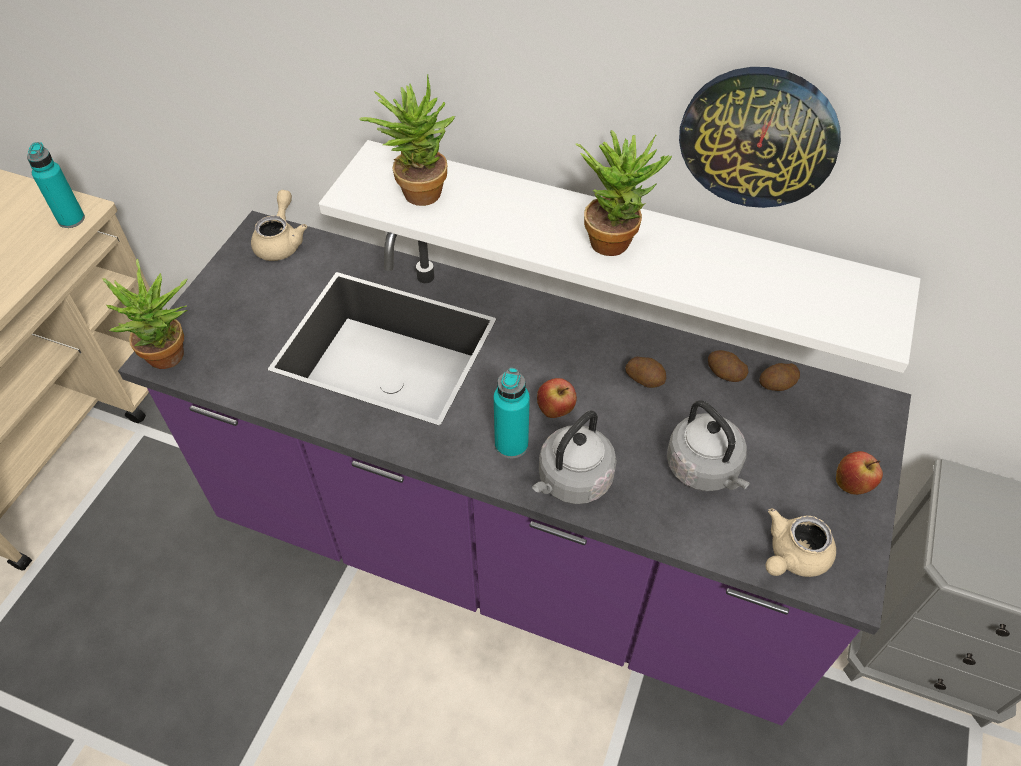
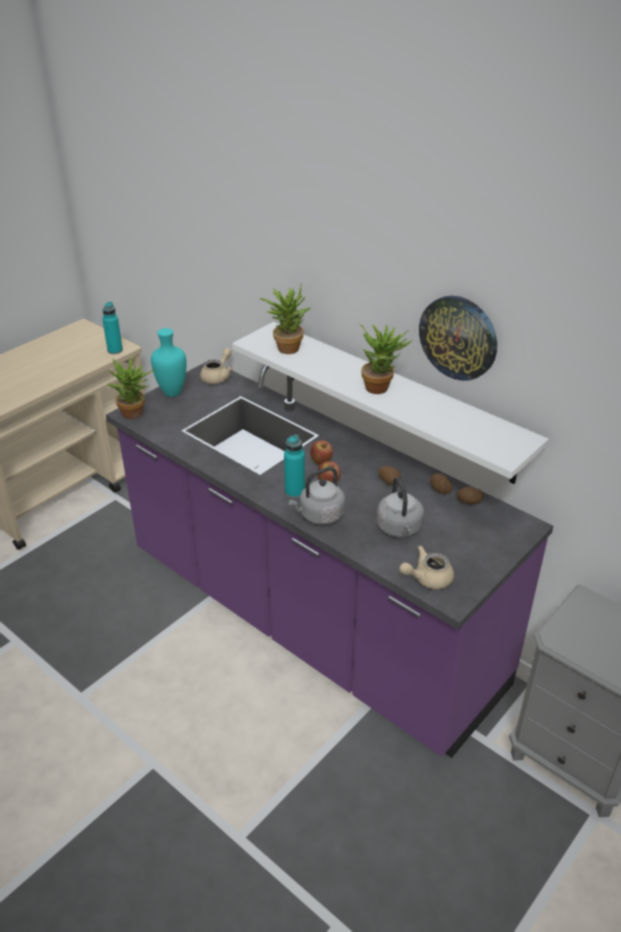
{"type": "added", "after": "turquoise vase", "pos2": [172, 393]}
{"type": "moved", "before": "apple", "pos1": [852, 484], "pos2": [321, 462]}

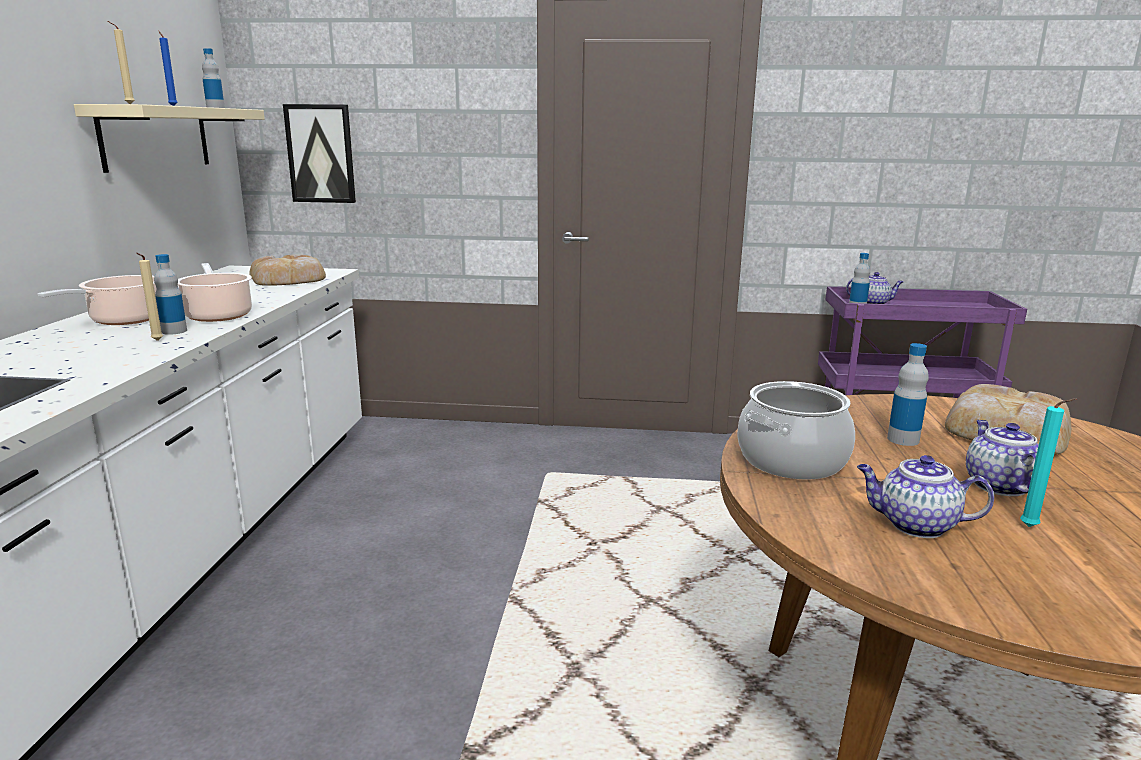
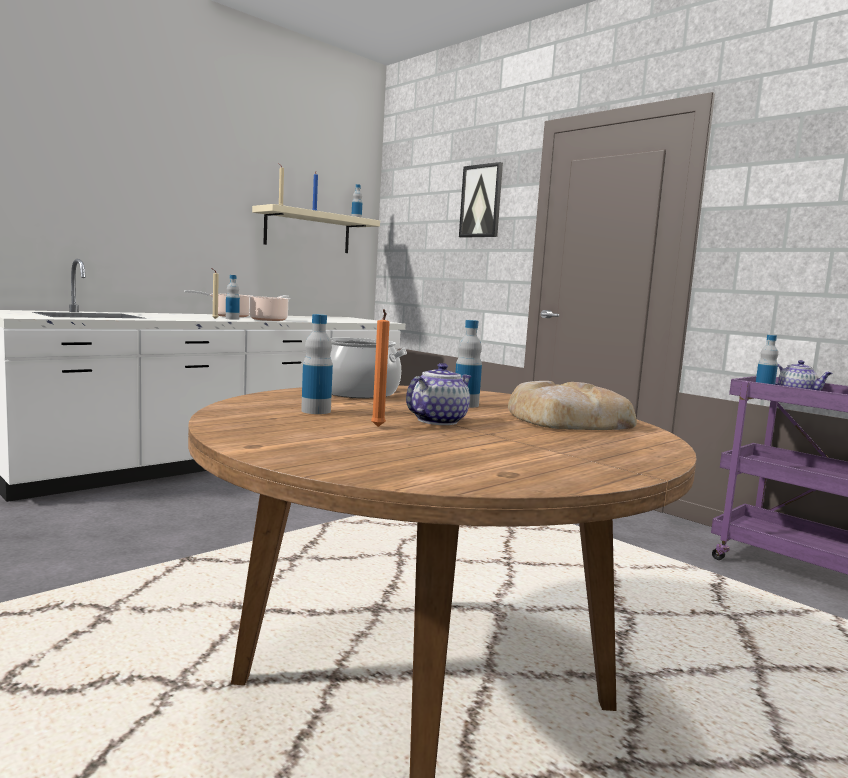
{"type": "removed", "before": "bread", "pos1": [289, 279]}
{"type": "moved", "before": "picture", "pos1": [321, 154], "pos2": [481, 201]}
{"type": "replaced", "before": "teapot", "after": "bottle", "pos1": [914, 525], "pos2": [316, 411]}
{"type": "recoloured", "before": "turquoise candle", "after": "orange candle", "pos1": [1031, 528], "pos2": [377, 427]}

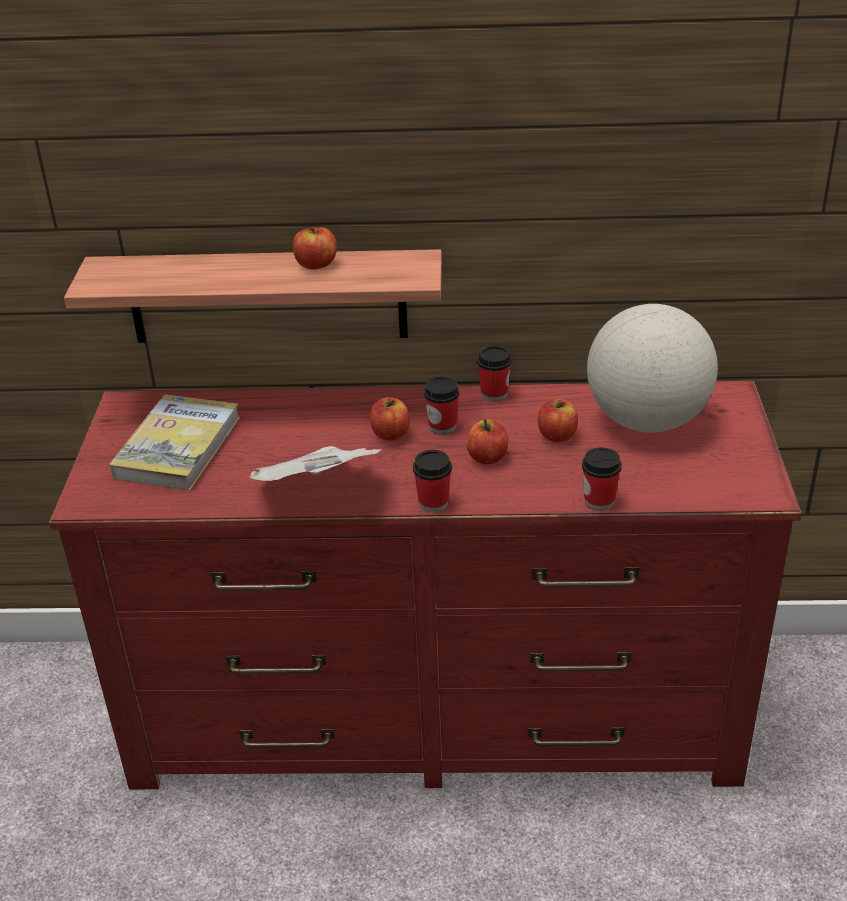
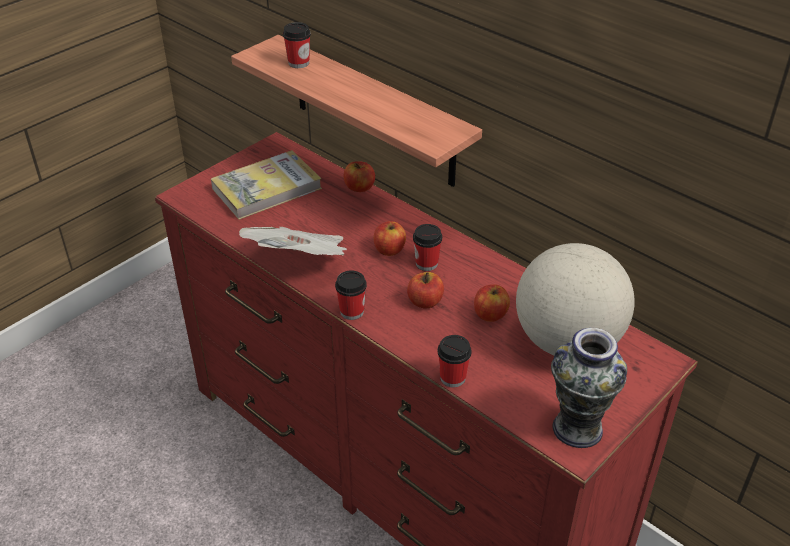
{"type": "added", "after": "vase", "pos2": [577, 429]}
{"type": "moved", "before": "apple", "pos1": [316, 264], "pos2": [359, 187]}
{"type": "moved", "before": "cup", "pos1": [494, 394], "pos2": [298, 63]}

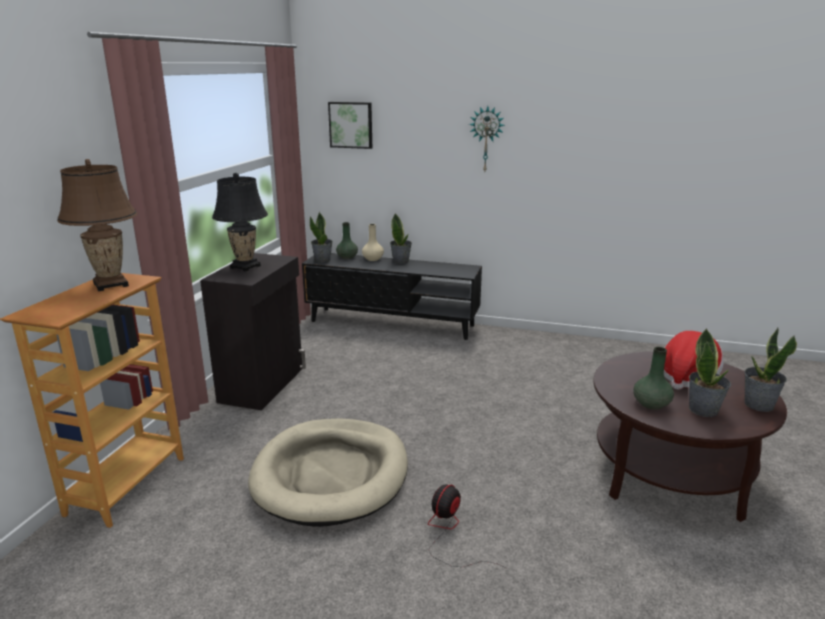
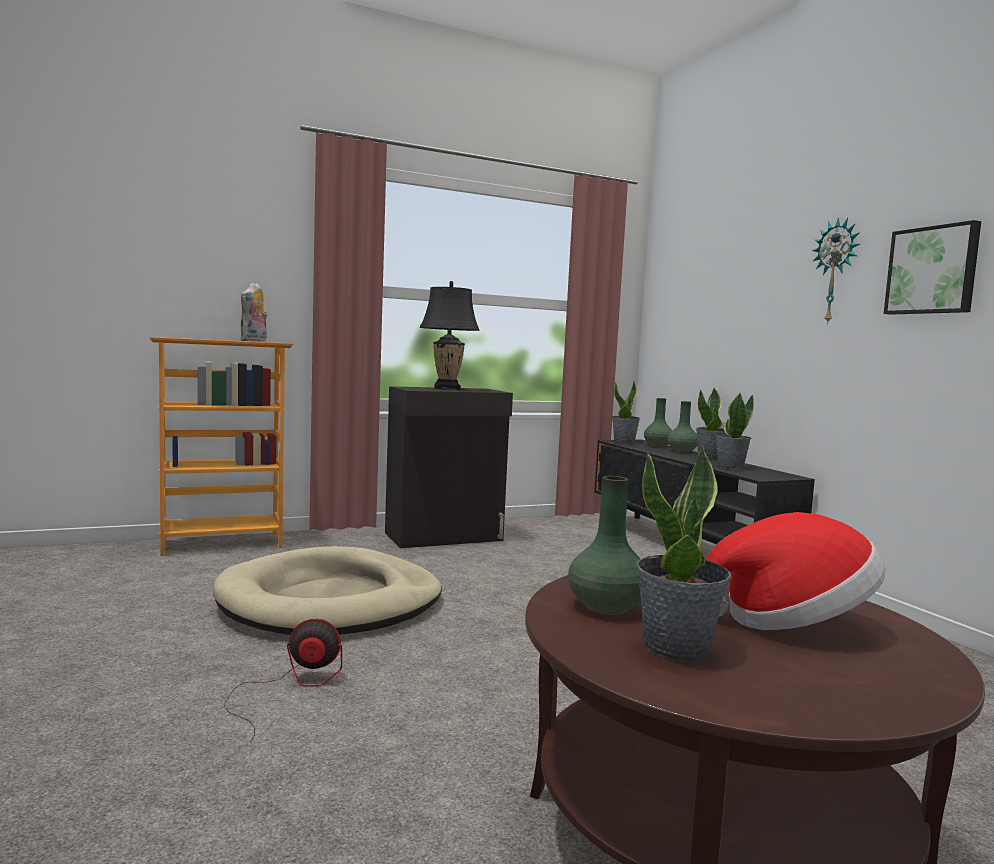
{"type": "moved", "before": "picture", "pos1": [351, 125], "pos2": [933, 270]}
{"type": "moved", "before": "potted plant", "pos1": [758, 405], "pos2": [730, 467]}
{"type": "replaced", "before": "brown table lamp", "after": "plush toy", "pos1": [111, 284], "pos2": [254, 341]}
{"type": "recoloured", "before": "beige vase", "after": "green vase", "pos1": [373, 259], "pos2": [682, 451]}

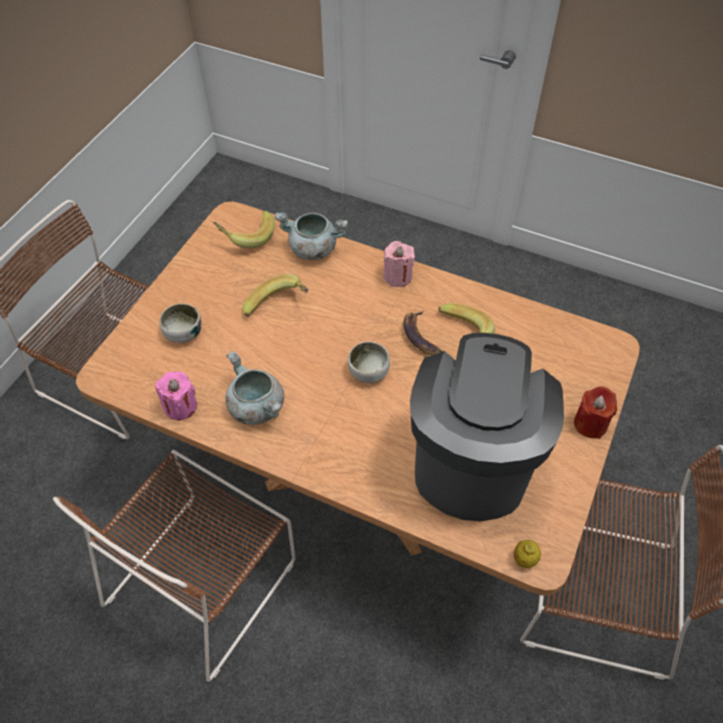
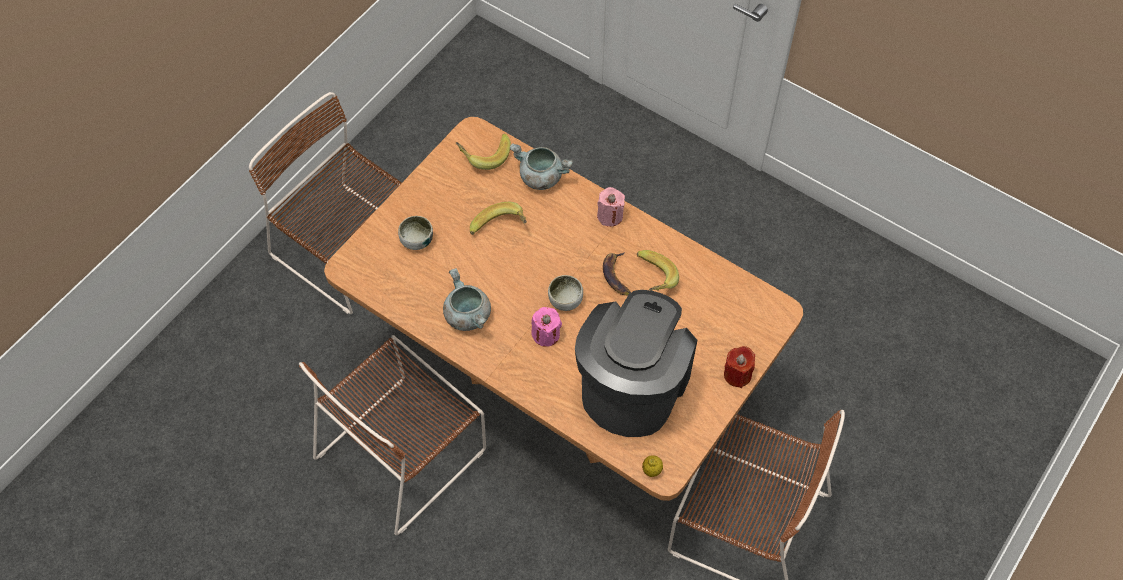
{"type": "moved", "before": "pink candle", "pos1": [180, 406], "pos2": [546, 334]}

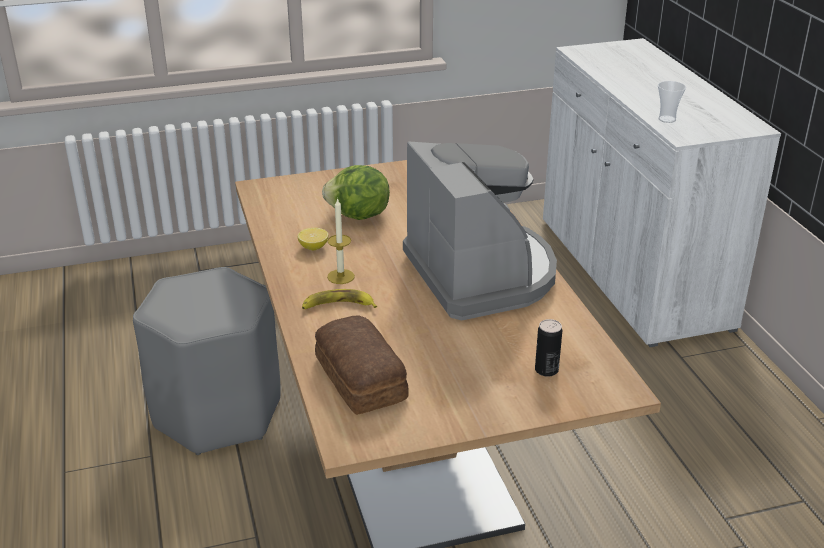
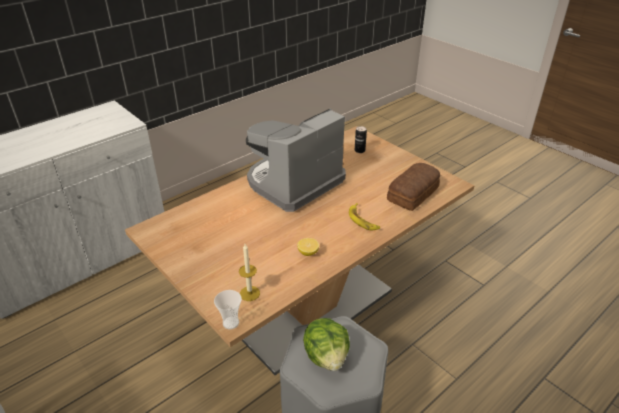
{"type": "moved", "before": "lettuce", "pos1": [358, 216], "pos2": [327, 356]}
{"type": "moved", "before": "candle", "pos1": [340, 276], "pos2": [249, 293]}
{"type": "moved", "before": "cup", "pos1": [667, 119], "pos2": [231, 323]}

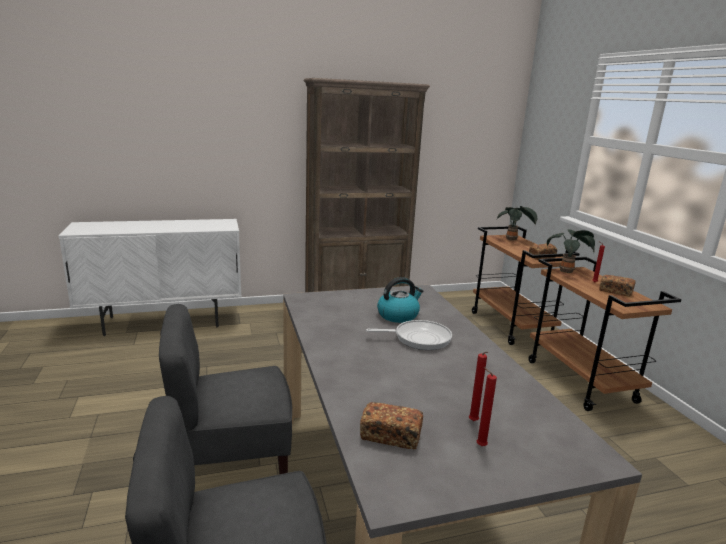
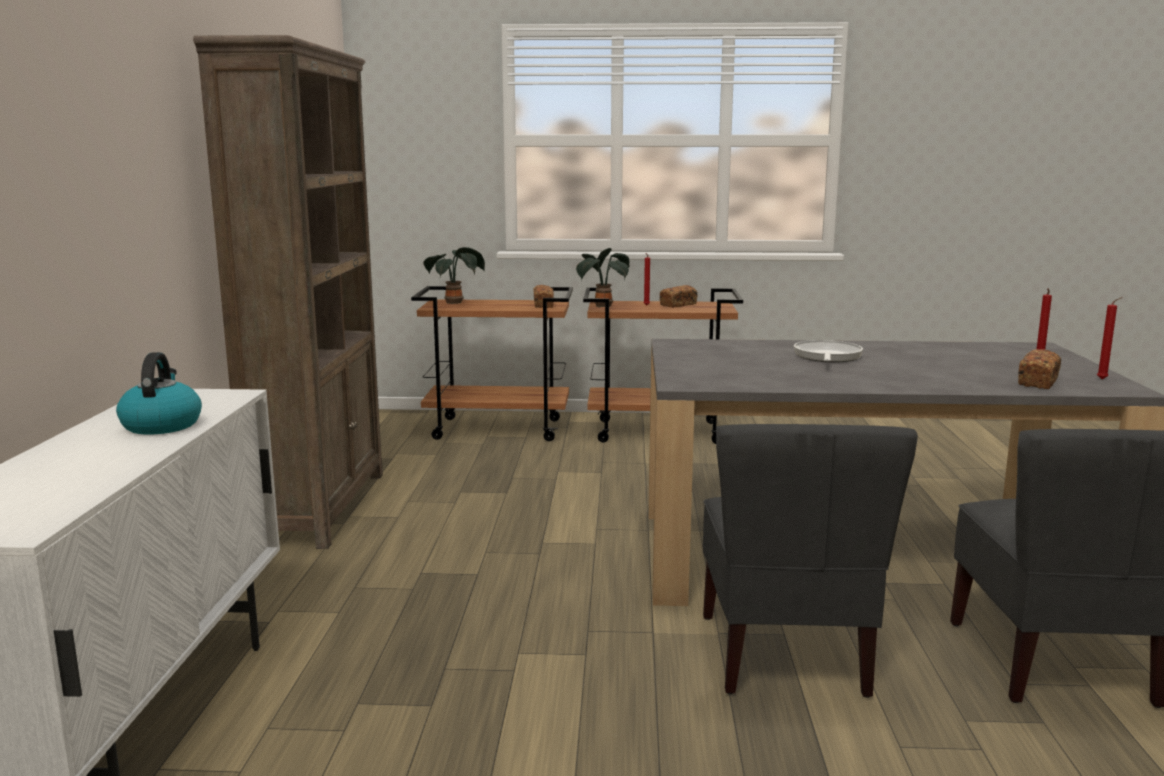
{"type": "moved", "before": "kettle", "pos1": [398, 315], "pos2": [161, 425]}
{"type": "moved", "before": "red candle", "pos1": [474, 422], "pos2": [1103, 379]}

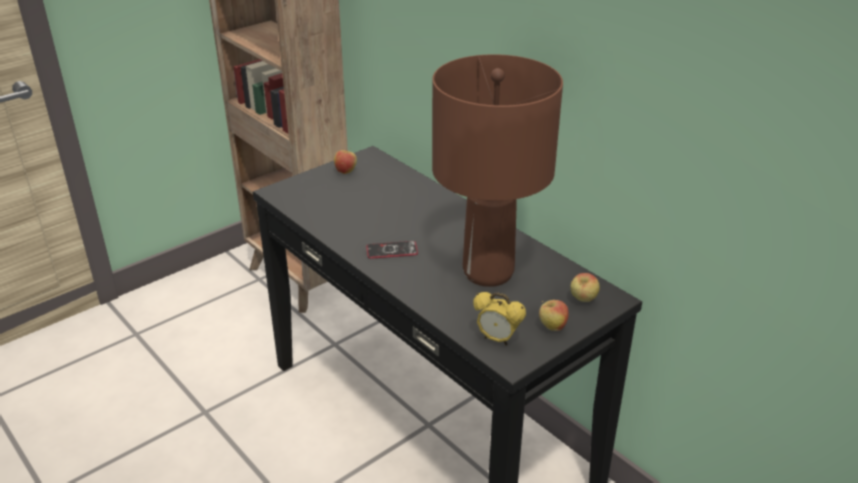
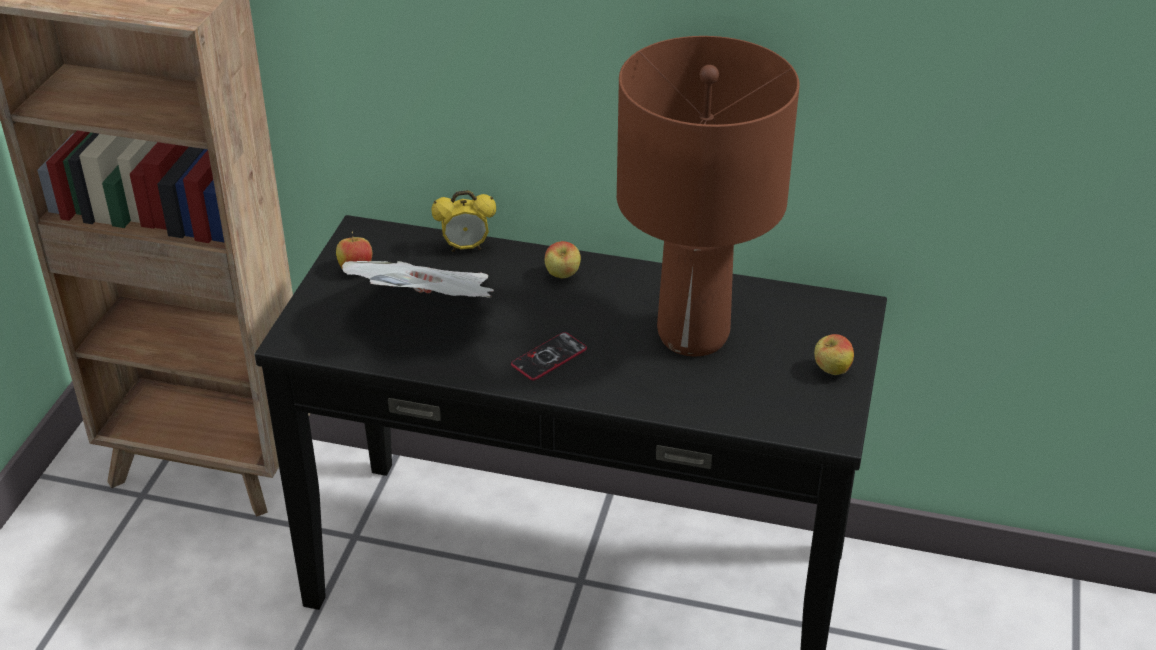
{"type": "added", "after": "newspaper", "pos2": [428, 310]}
{"type": "moved", "before": "alarm clock", "pos1": [497, 339], "pos2": [466, 248]}
{"type": "moved", "before": "apple", "pos1": [583, 300], "pos2": [562, 276]}

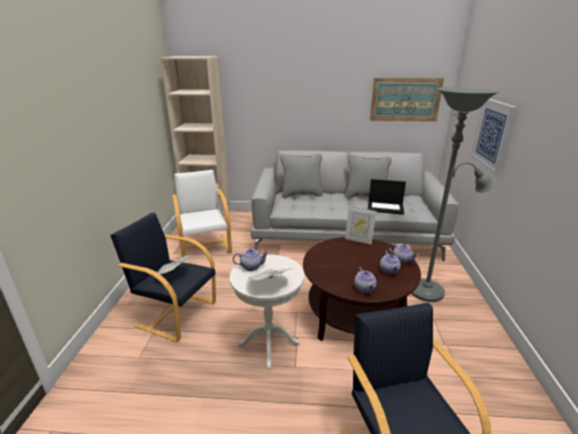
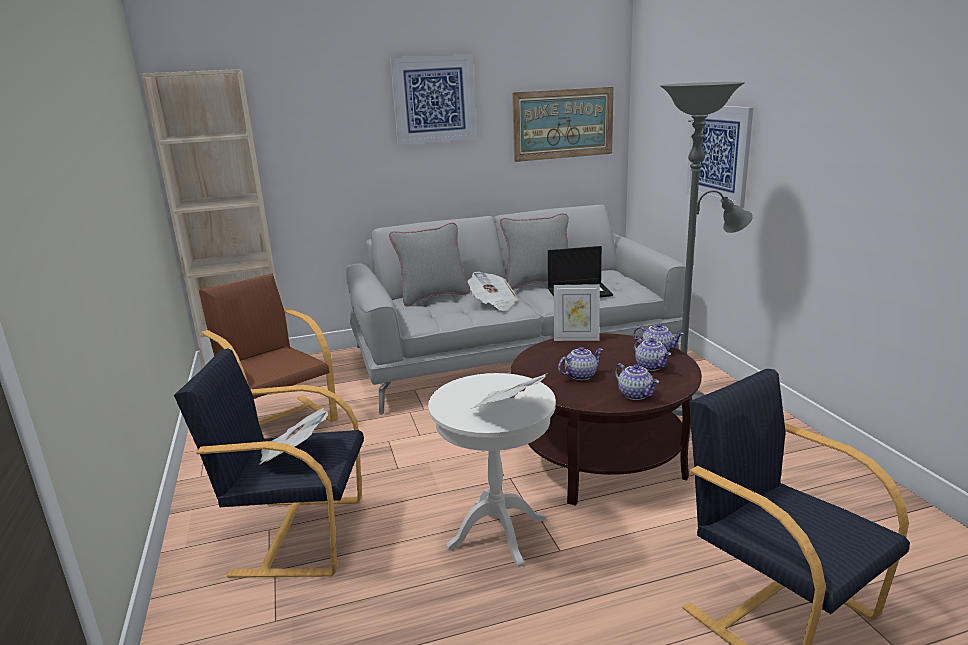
{"type": "added", "after": "picture", "pos2": [434, 99]}
{"type": "added", "after": "newspaper", "pos2": [493, 304]}
{"type": "moved", "before": "teapot", "pos1": [251, 266], "pos2": [580, 375]}
{"type": "recoloured", "before": "white armchair", "after": "brown armchair", "pos1": [205, 247], "pos2": [279, 422]}

